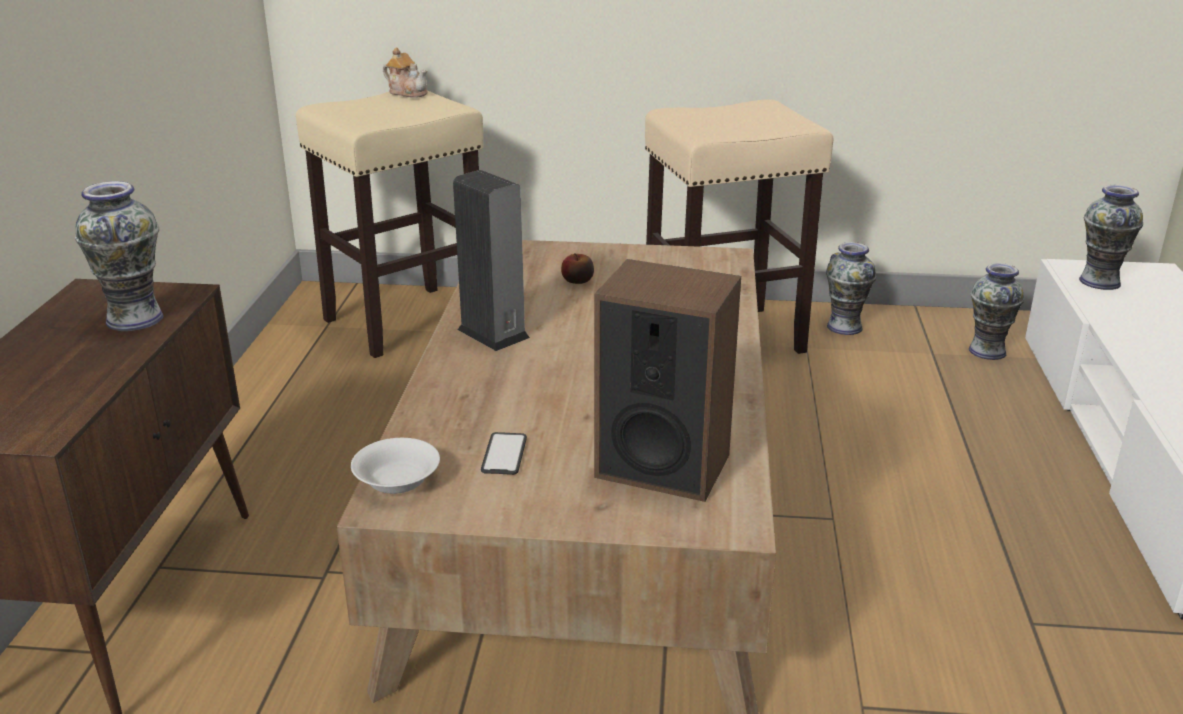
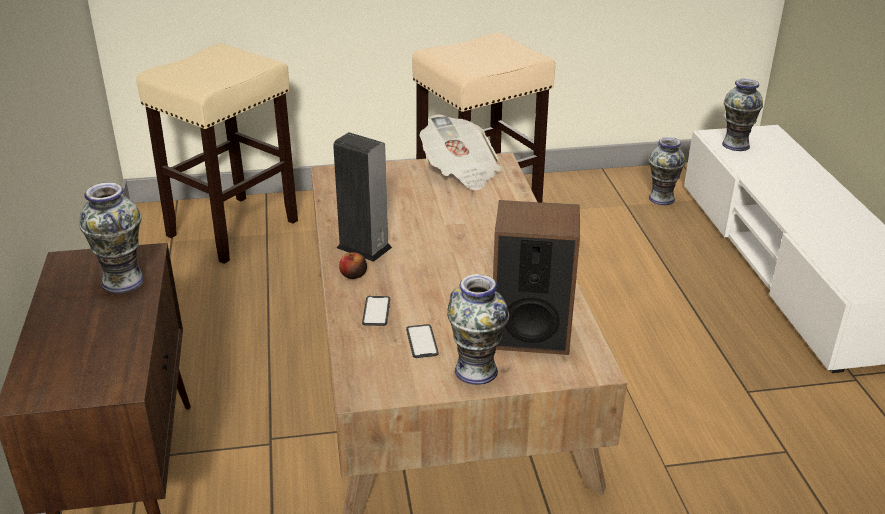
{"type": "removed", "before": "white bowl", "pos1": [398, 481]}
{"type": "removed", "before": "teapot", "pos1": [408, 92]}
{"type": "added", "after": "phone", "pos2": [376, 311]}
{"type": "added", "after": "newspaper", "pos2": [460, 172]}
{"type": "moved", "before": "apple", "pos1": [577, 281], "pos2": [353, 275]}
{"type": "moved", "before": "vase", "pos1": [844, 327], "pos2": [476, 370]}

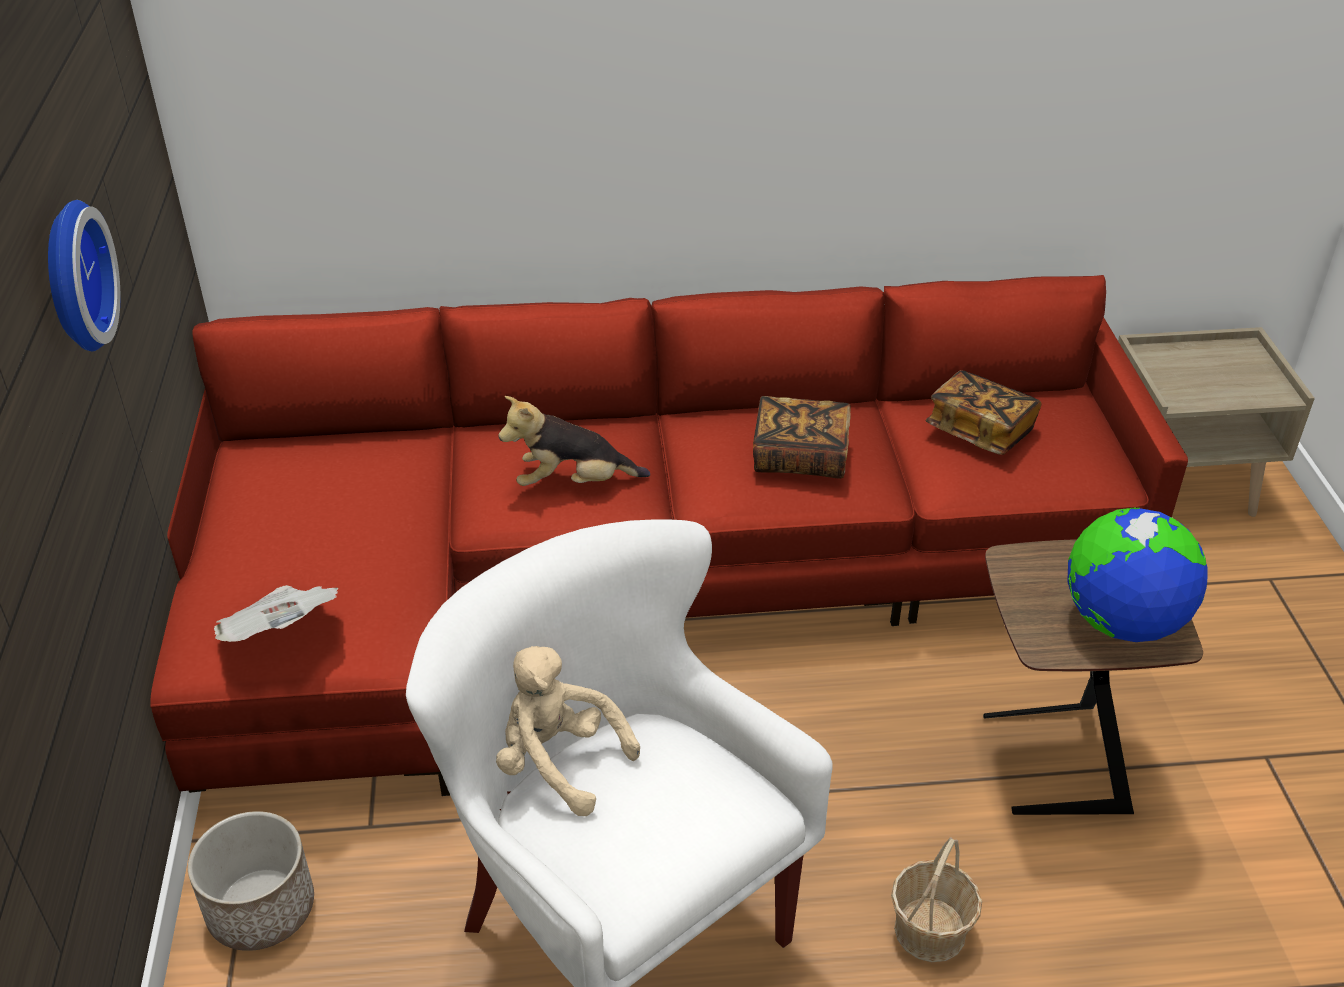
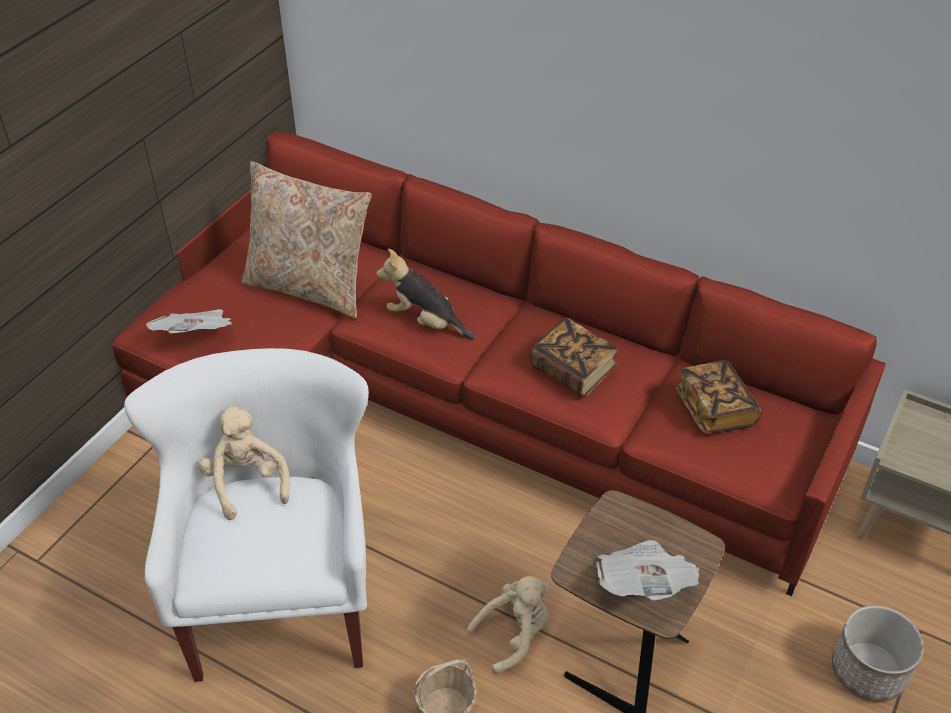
{"type": "removed", "before": "wall clock", "pos1": [70, 277]}
{"type": "added", "after": "beige pillow", "pos2": [310, 286]}
{"type": "added", "after": "beige plush toy", "pos2": [514, 635]}
{"type": "moved", "before": "planter", "pos1": [262, 909], "pos2": [868, 671]}
{"type": "replaced", "before": "globe", "after": "newspaper", "pos1": [1122, 622], "pos2": [643, 585]}

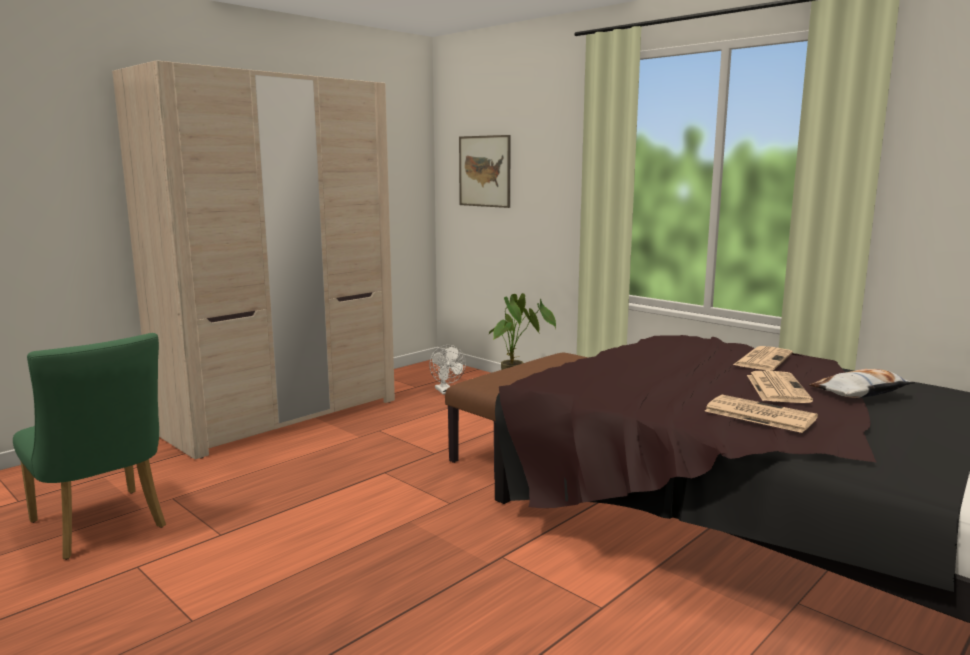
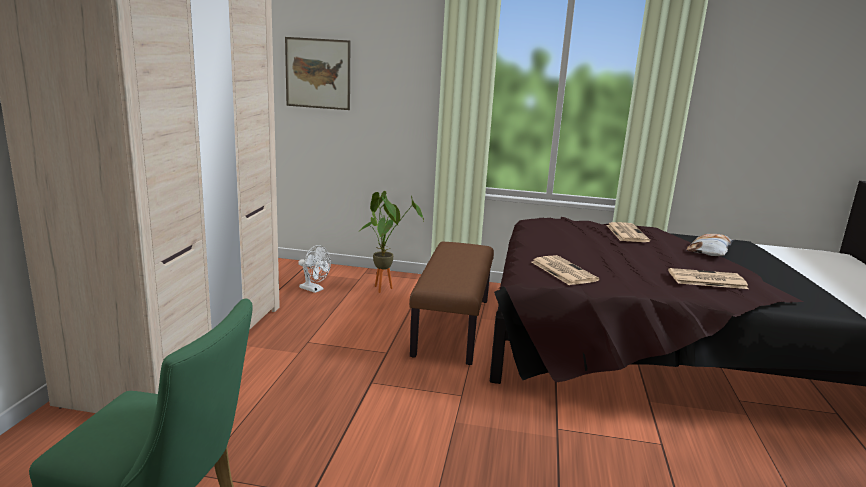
{"type": "moved", "before": "newspaper", "pos1": [776, 388], "pos2": [562, 271]}

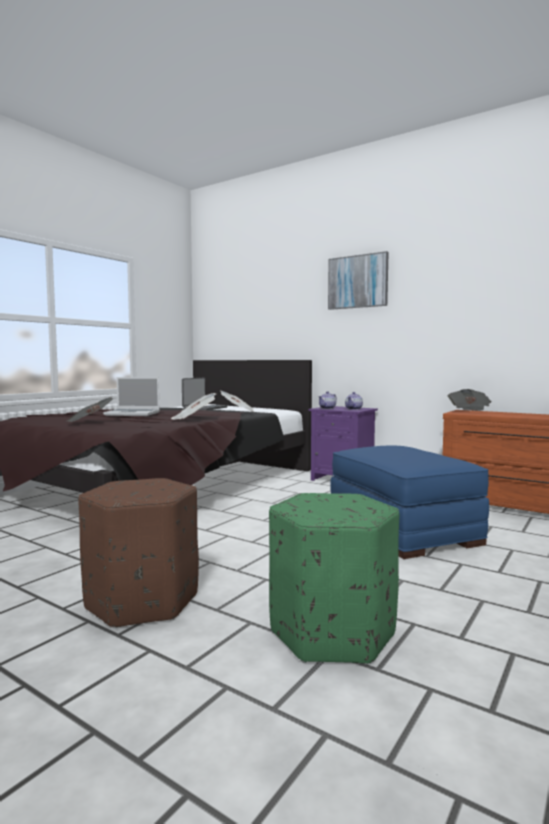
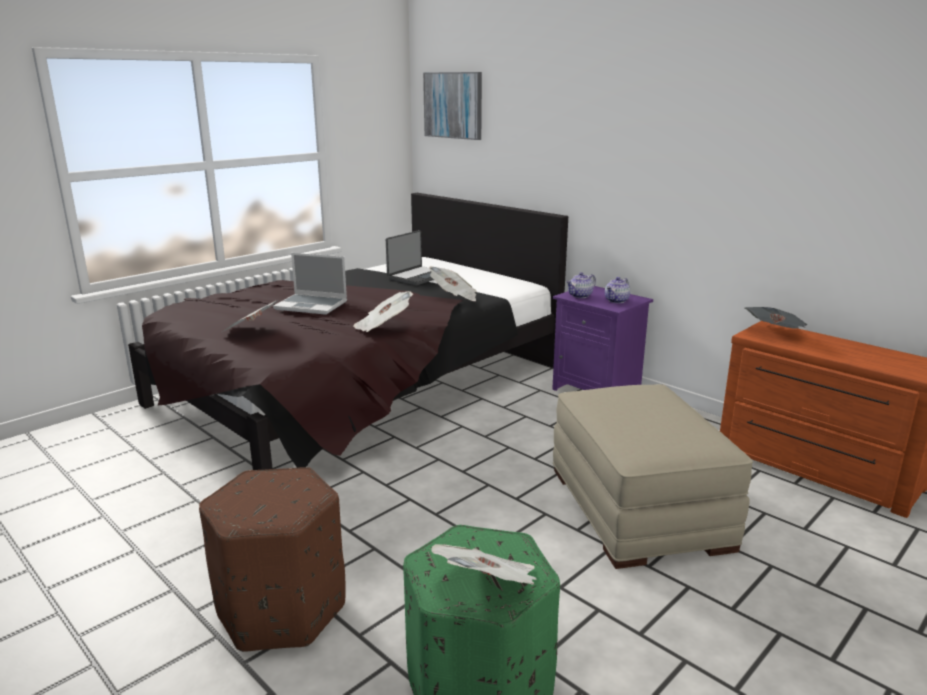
{"type": "added", "after": "newspaper", "pos2": [489, 587]}
{"type": "moved", "before": "picture", "pos1": [358, 282], "pos2": [453, 105]}
{"type": "recoloured", "before": "blue ottoman", "after": "beige ottoman", "pos1": [402, 529], "pos2": [638, 508]}

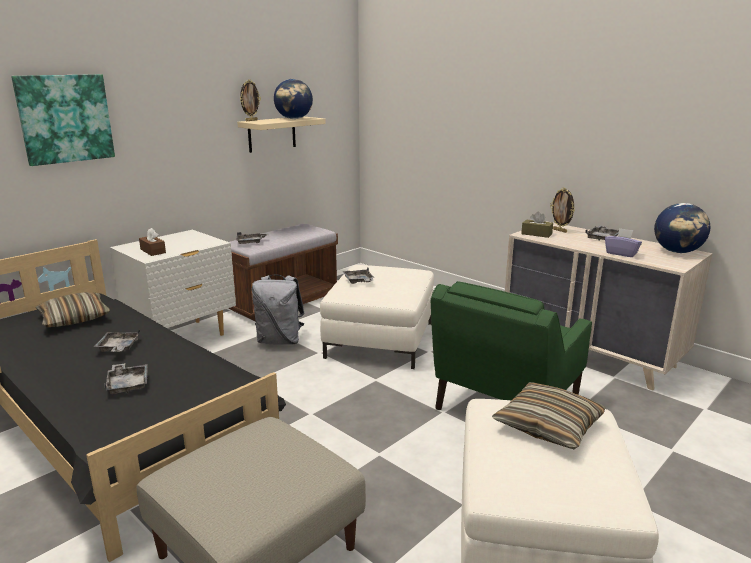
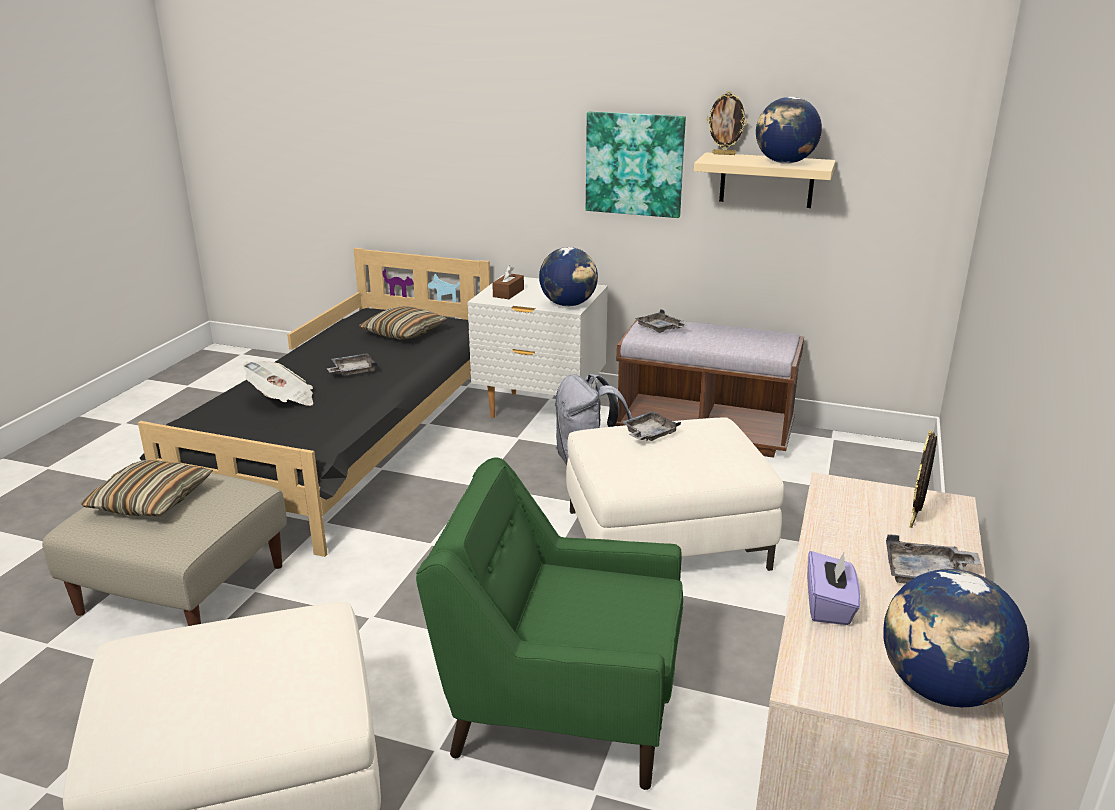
{"type": "removed", "before": "brown tissue box", "pos1": [536, 234]}
{"type": "added", "after": "globe", "pos2": [568, 304]}
{"type": "moved", "before": "picture", "pos1": [65, 118], "pos2": [634, 164]}
{"type": "moved", "before": "pillow", "pos1": [548, 425], "pos2": [151, 501]}
{"type": "replaced", "before": "grey tray", "after": "newspaper", "pos1": [128, 384], "pos2": [283, 400]}

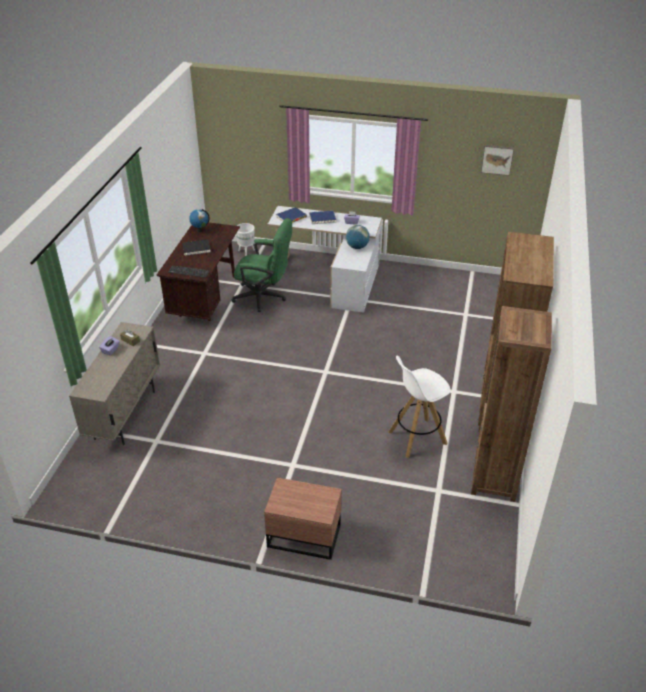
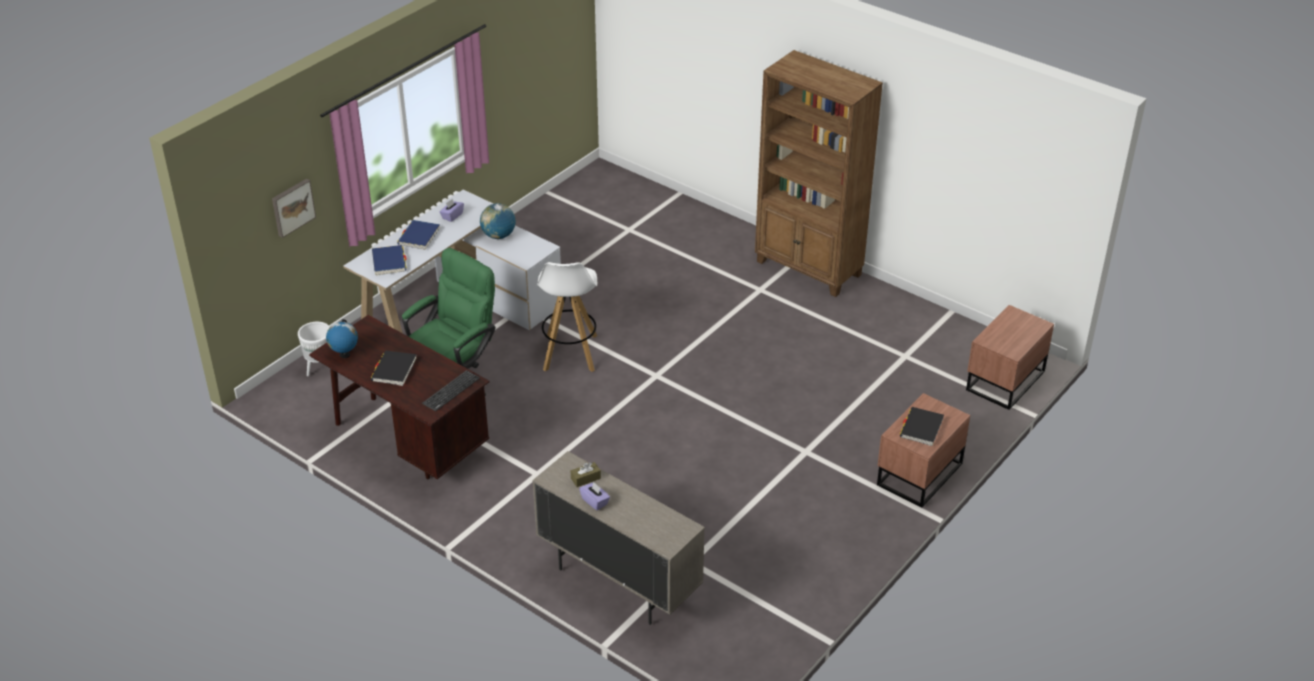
{"type": "removed", "before": "brown bookcase", "pos1": [494, 479]}
{"type": "added", "after": "black book", "pos2": [921, 428]}
{"type": "added", "after": "brown nightstand", "pos2": [1003, 380]}
{"type": "moved", "before": "white stool", "pos1": [416, 438], "pos2": [570, 353]}
{"type": "moved", "before": "picture", "pos1": [497, 159], "pos2": [292, 207]}

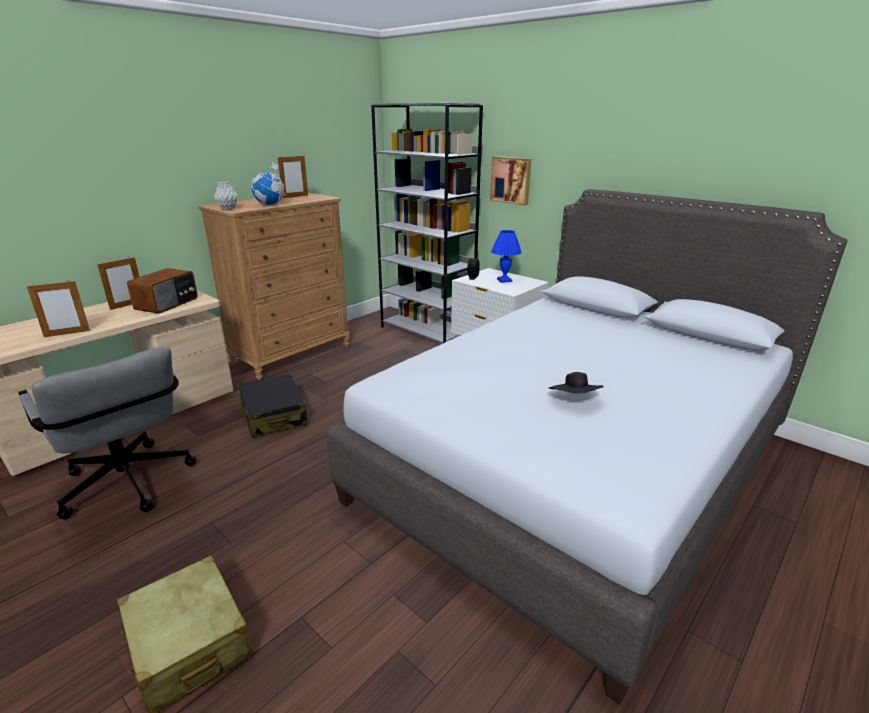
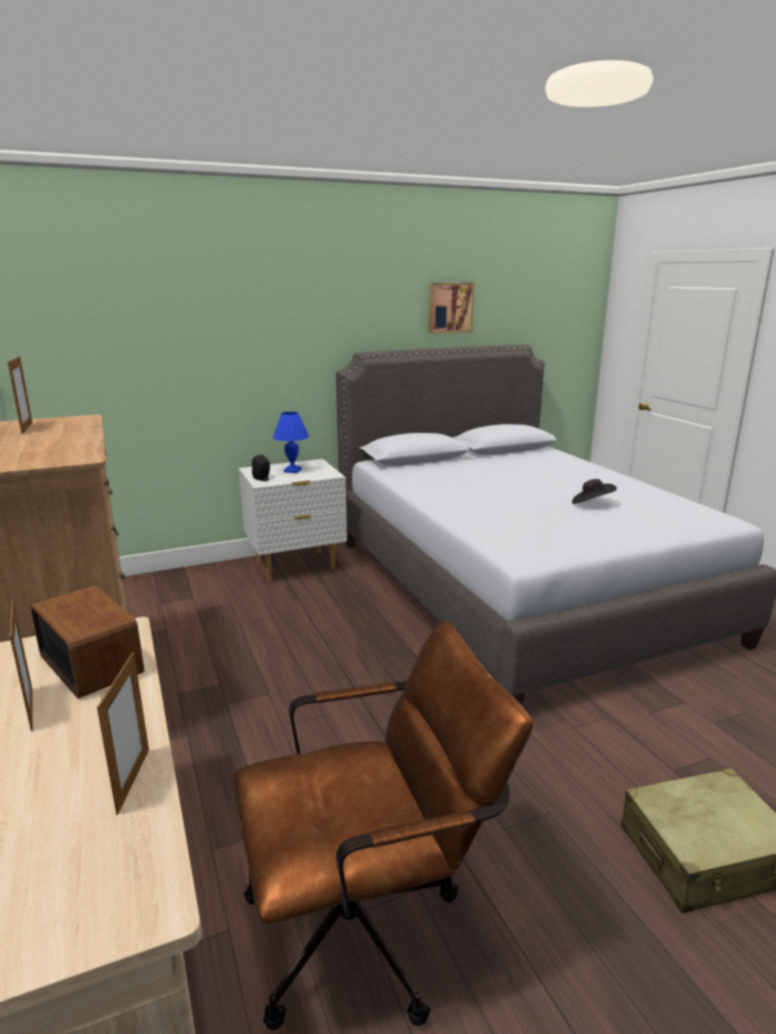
{"type": "removed", "before": "grey vase", "pos1": [227, 208]}
{"type": "removed", "before": "black suitcase", "pos1": [274, 415]}
{"type": "removed", "before": "globe", "pos1": [270, 204]}
{"type": "removed", "before": "grey bookcase", "pos1": [427, 332]}
{"type": "moved", "before": "picture", "pos1": [511, 180], "pos2": [450, 307]}
{"type": "recoloured", "before": "grey office chair", "after": "brown office chair", "pos1": [130, 487], "pos2": [372, 924]}

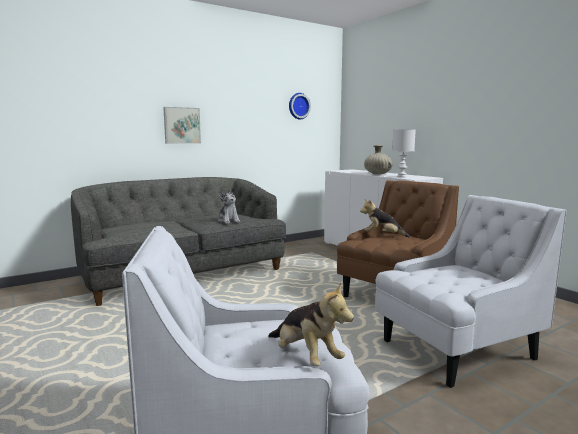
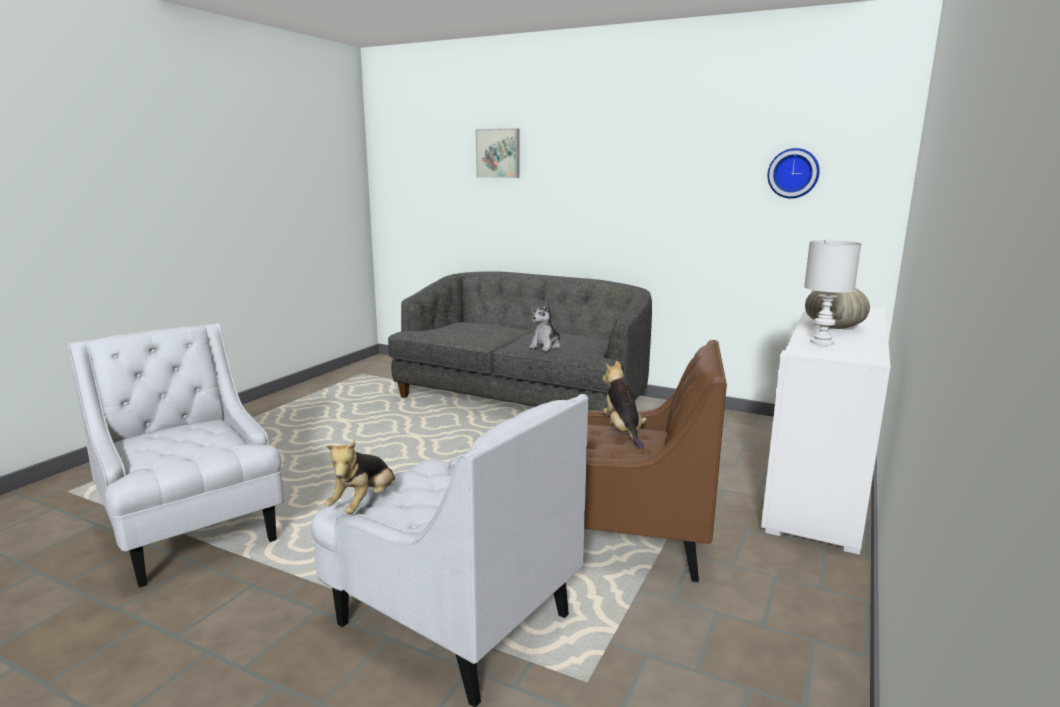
{"type": "moved", "before": "picture", "pos1": [181, 125], "pos2": [498, 153]}
{"type": "moved", "before": "plush toy", "pos1": [306, 357], "pos2": [364, 504]}

